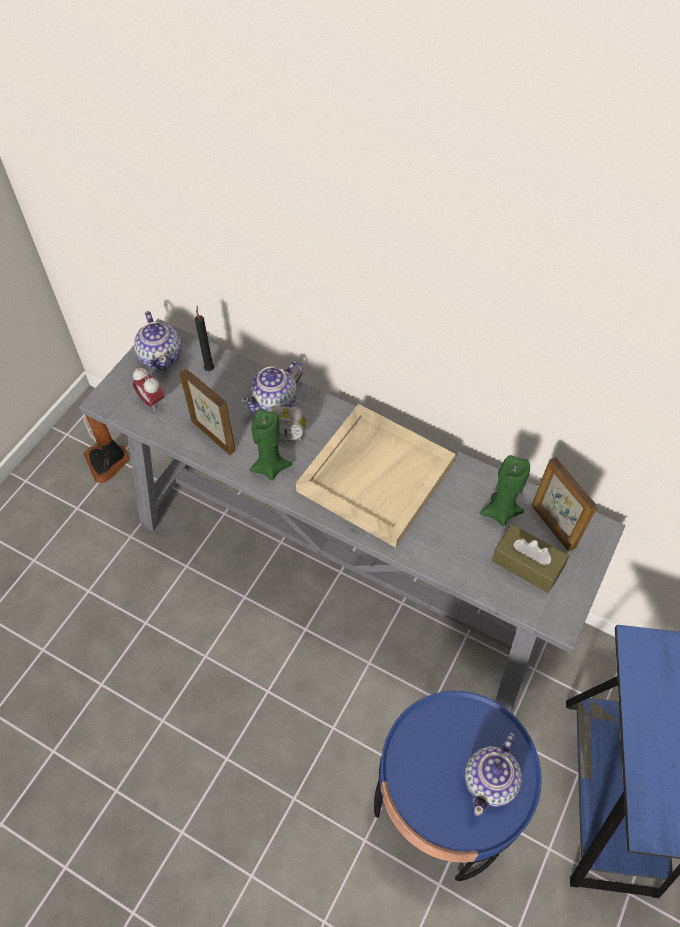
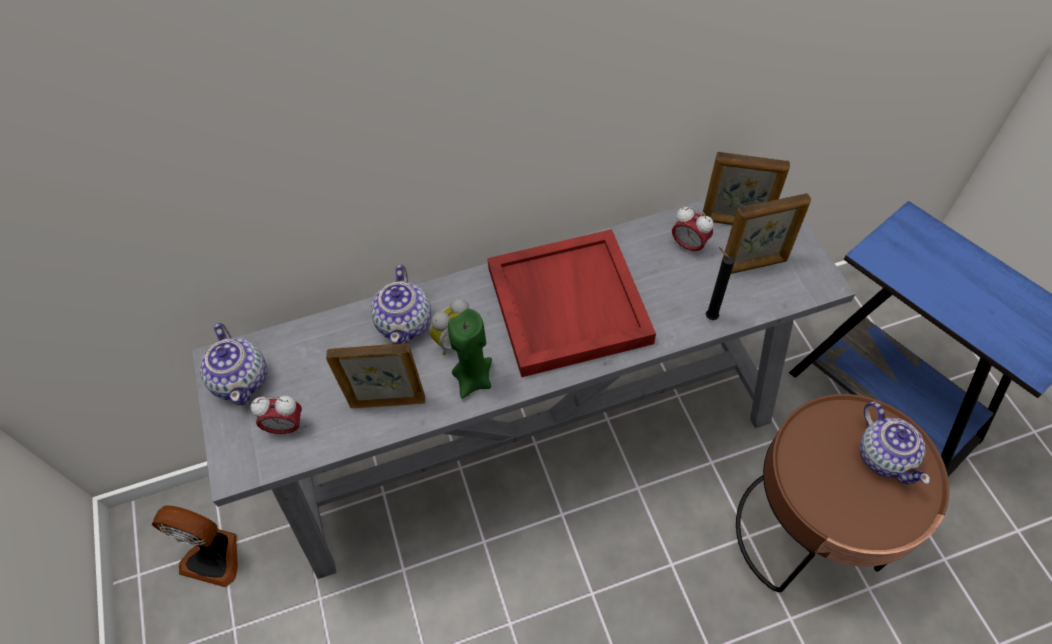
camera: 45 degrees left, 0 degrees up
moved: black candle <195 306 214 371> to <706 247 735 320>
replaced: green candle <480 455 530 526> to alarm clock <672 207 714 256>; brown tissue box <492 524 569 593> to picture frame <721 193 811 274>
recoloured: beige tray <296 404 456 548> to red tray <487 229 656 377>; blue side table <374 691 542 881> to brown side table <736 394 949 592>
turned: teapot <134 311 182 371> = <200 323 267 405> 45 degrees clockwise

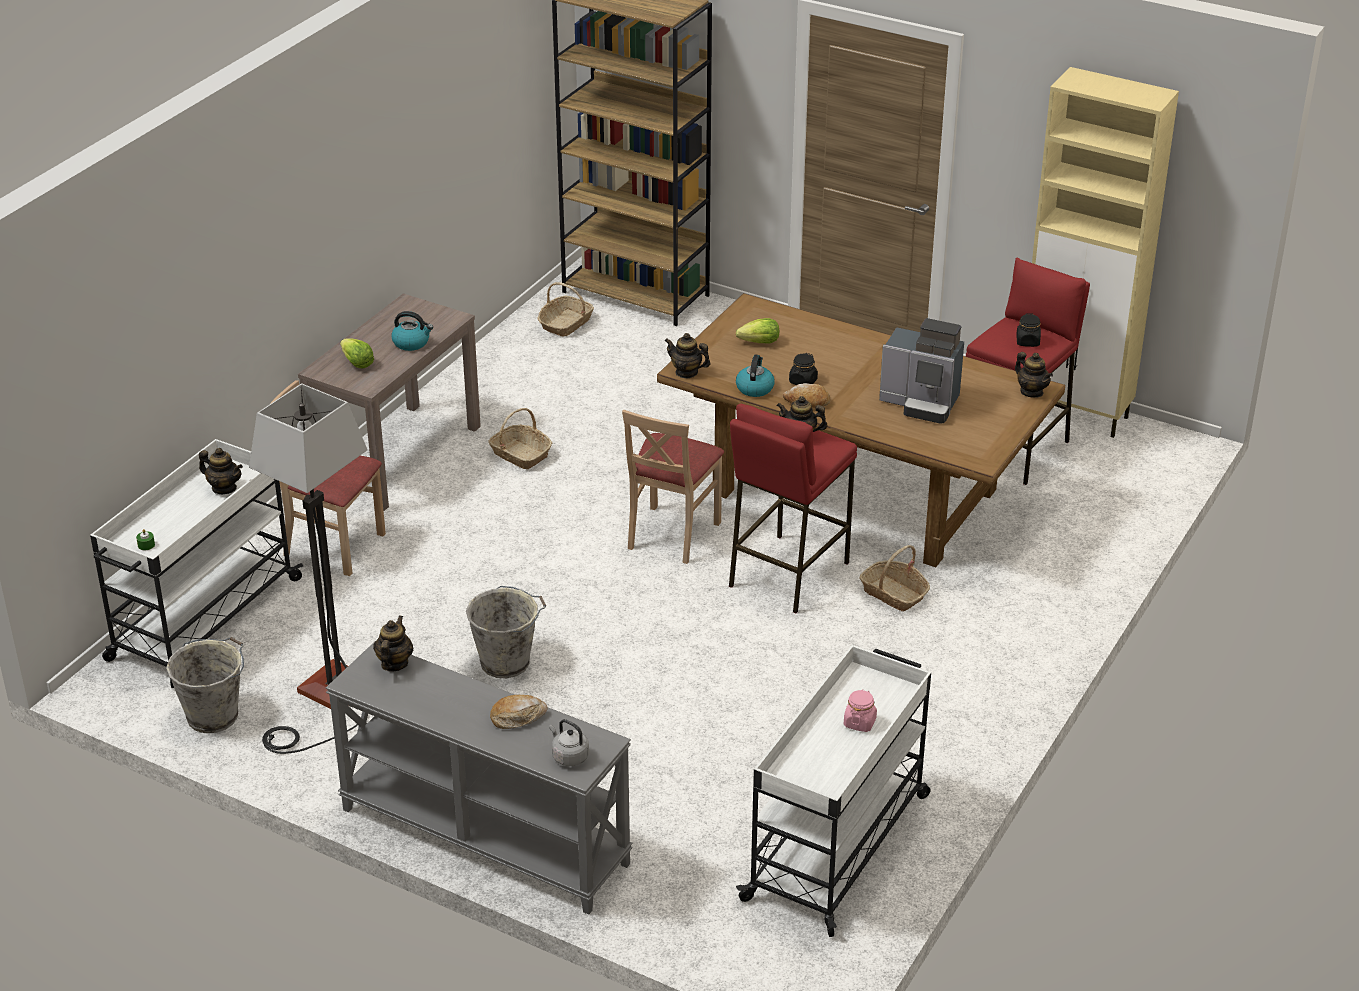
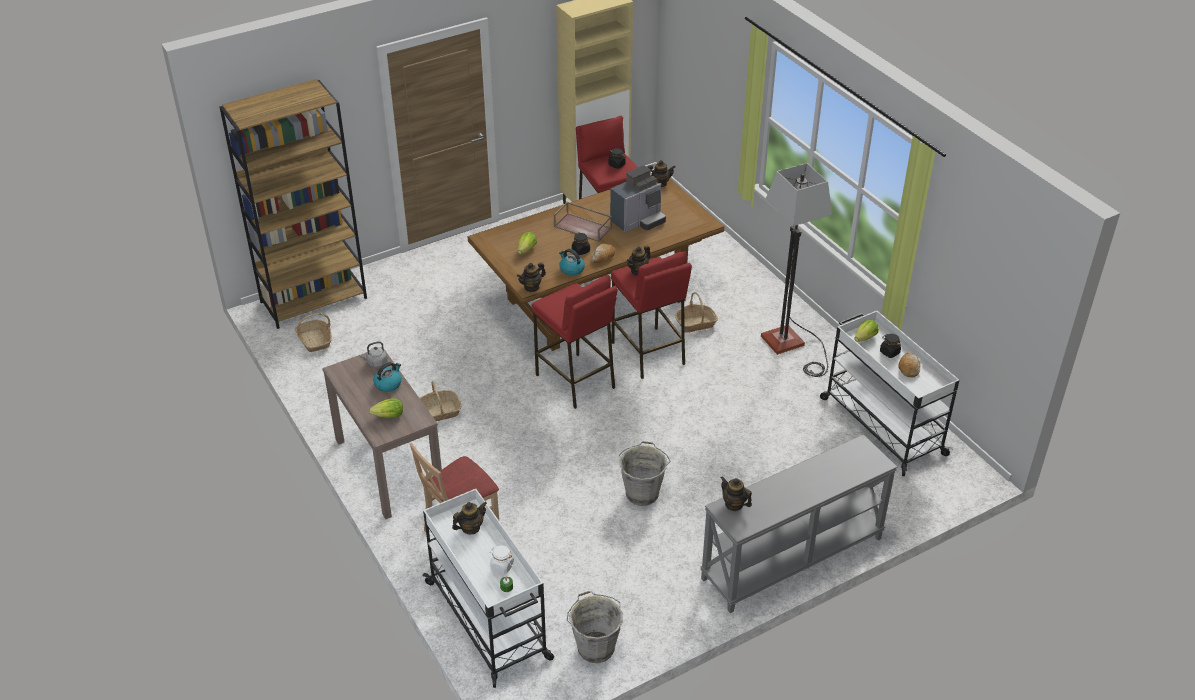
camera: 60 degrees left, 5 degrees up
added: white jar <489 545 514 574>; brown tray <554 202 612 242>; lettuce <854 320 879 342>
moved: grey kettle <549 719 589 766> to <359 341 388 368>; floor lamp <249 383 367 754> to <761 163 832 377>; bread <490 695 548 729> to <898 353 920 377>
replaced: beige chair <622 410 724 564> to red stool <532 275 618 409>
recoloured: pink jar <844 689 877 732> to black jar <880 334 901 358>

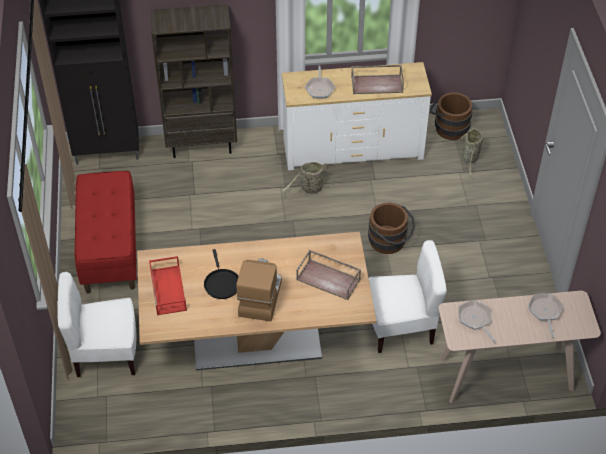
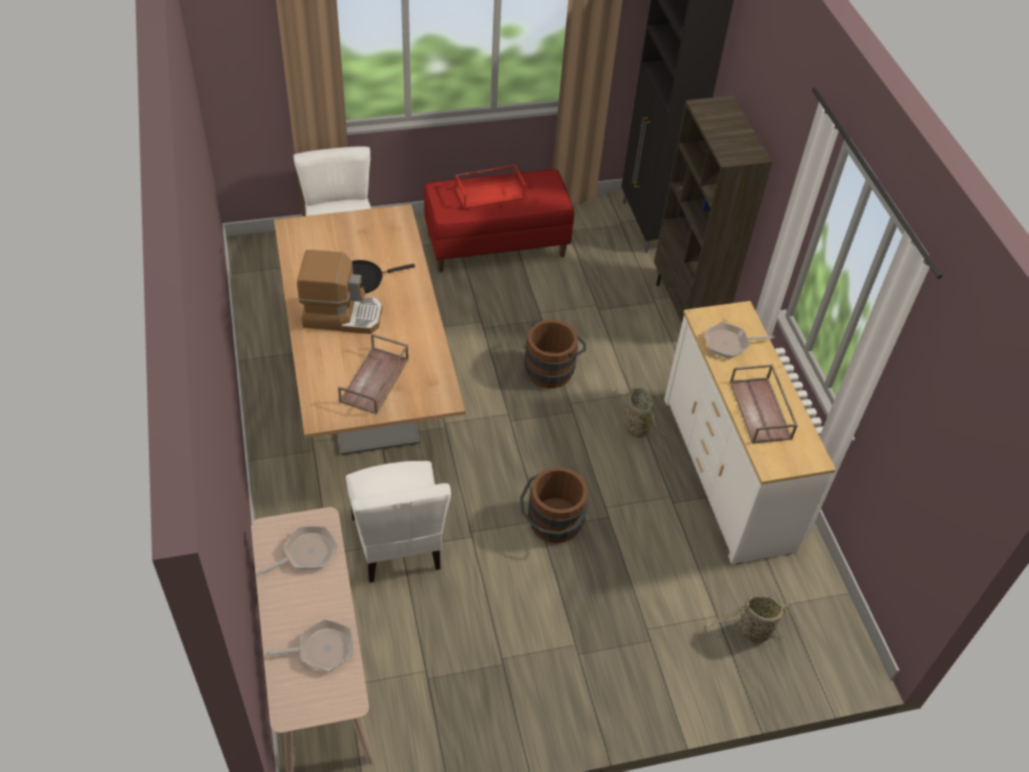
camera: 80 degrees right, 0 degrees up
moved: red tray <149 256 187 316> to <455 165 526 209>; brown bucket <430 92 472 140> to <524 320 586 388>

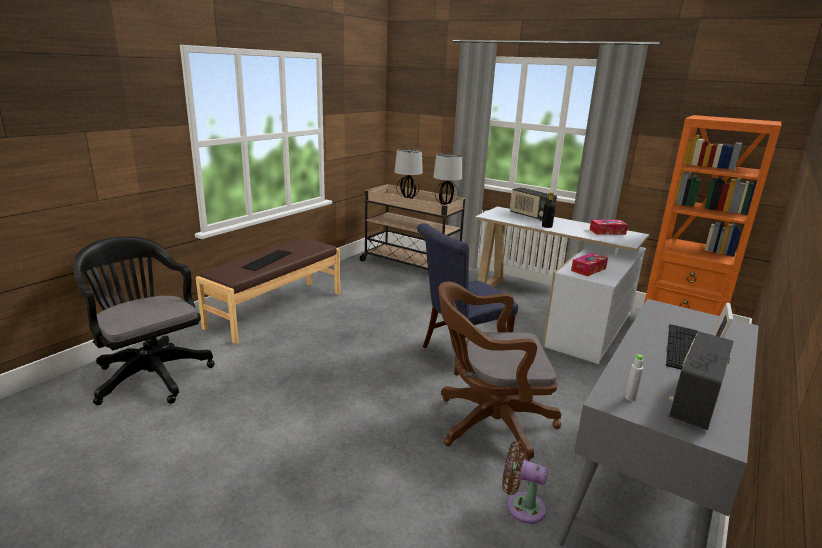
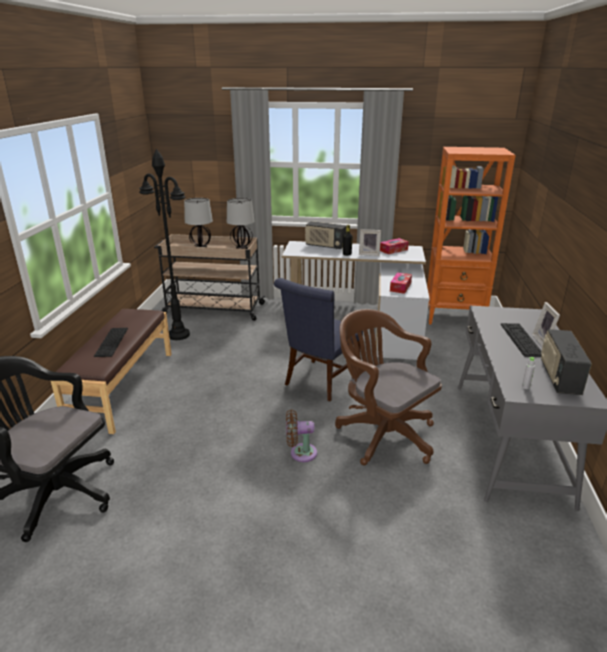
camera: 25 degrees left, 5 degrees up
added: black floor lamp <139 149 190 340>; picture frame <359 229 381 256>
moved: brown fan <502 441 548 524> to <286 409 317 462>
turned: brown office chair <438 282 561 466> = <335 309 442 466> 75 degrees clockwise

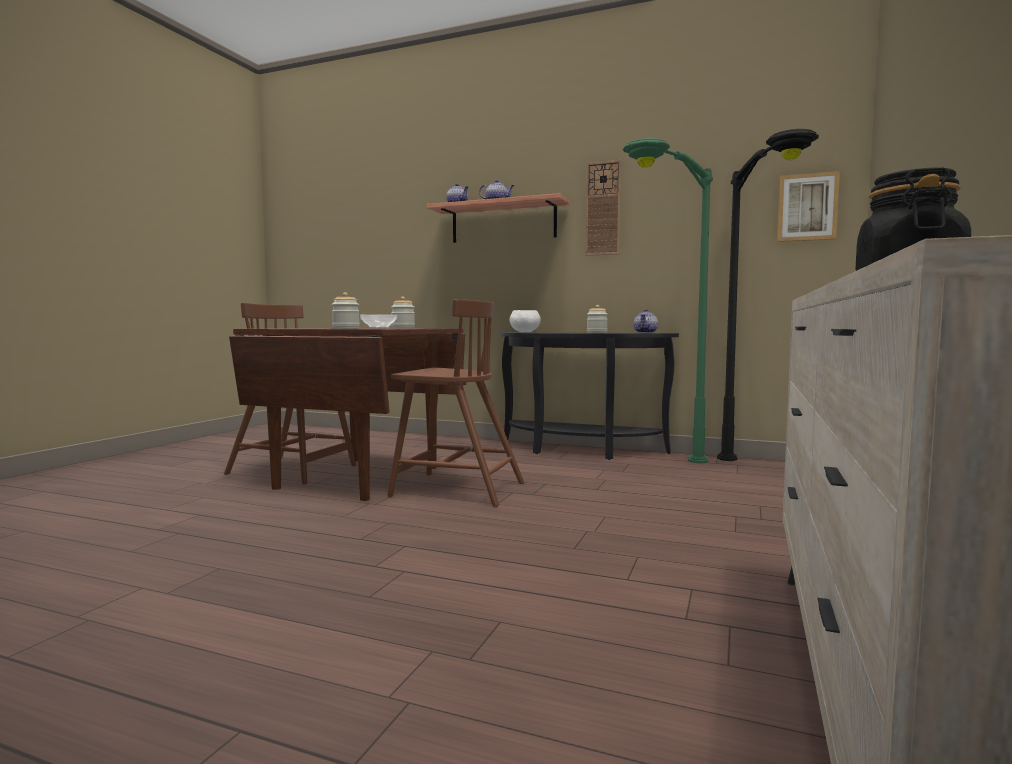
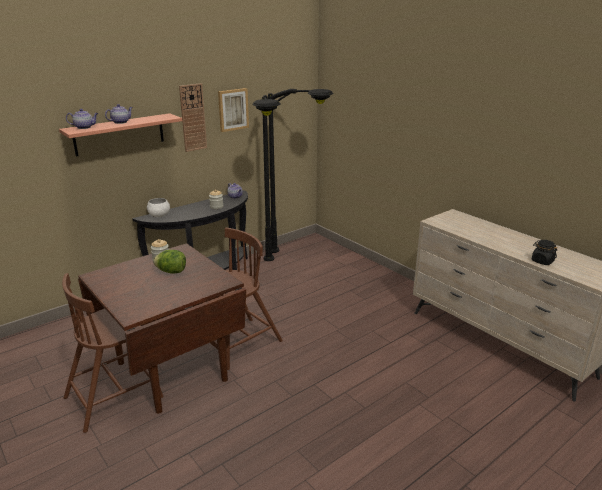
camera: 60 degrees left, 20 degrees up
removed: jar <332 292 360 329>
moved: picture <777 171 840 242> to <218 88 249 132>
replaced: bowl <360 315 397 328> to lettuce <153 250 186 274>
recoloured: green floor lamp <623 138 713 463> to black floor lamp <252 95 281 261>

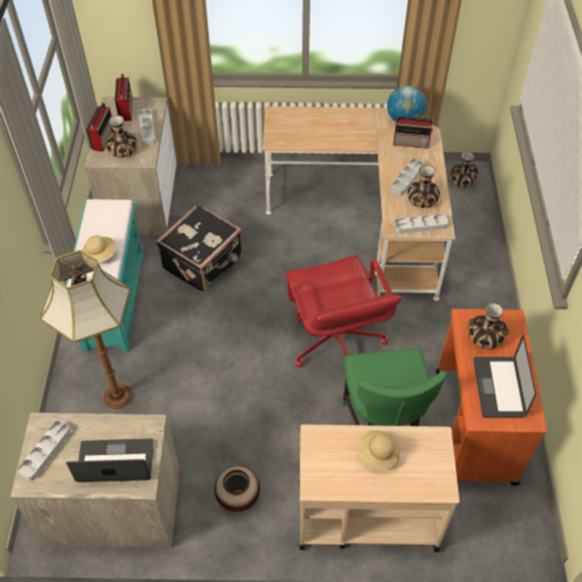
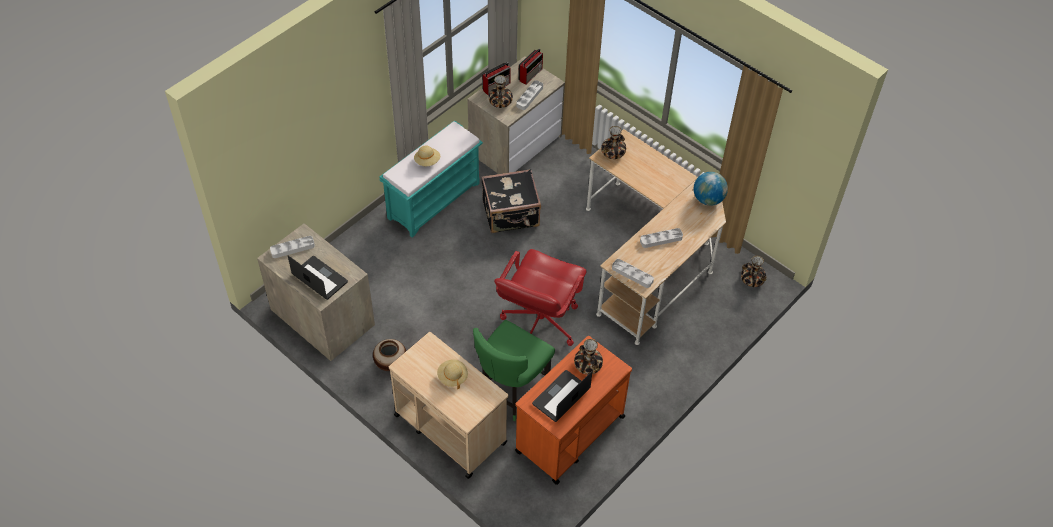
camera: 40 degrees right, 0 degrees up
removed: floor lamp <40 250 132 409>; radio <393 116 433 149>
moved: vase <408 165 440 208> to <601 126 626 159>

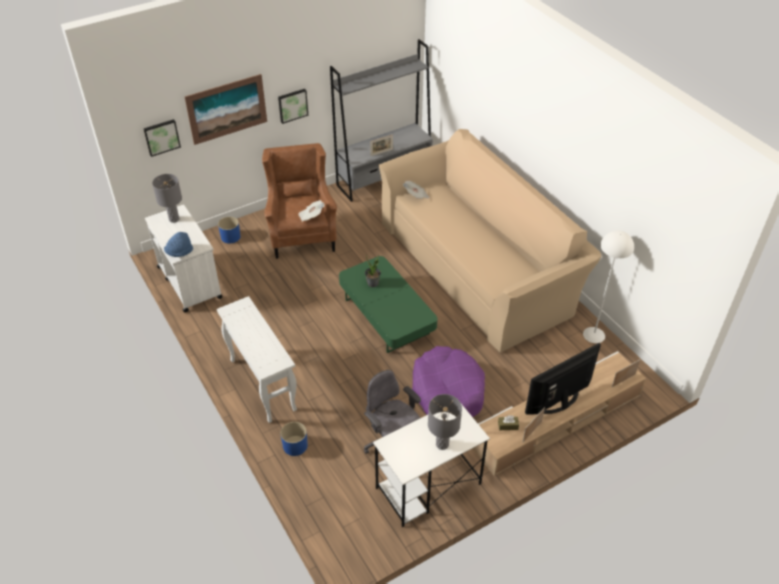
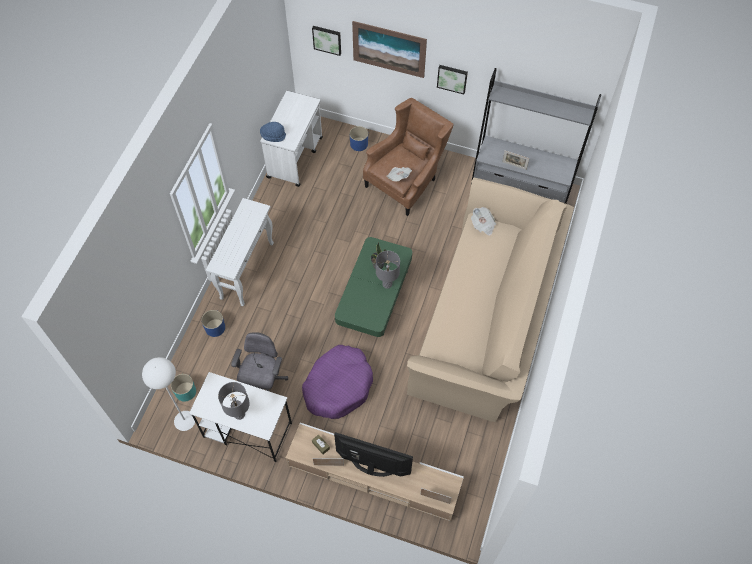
camera: 50 degrees right, 15 degrees up
added: turquoise planter <171 374 196 402>
moved: white floor lamp <583 231 634 343> to <142 357 195 431>; grey table lamp <152 174 182 223> to <376 251 400 289>

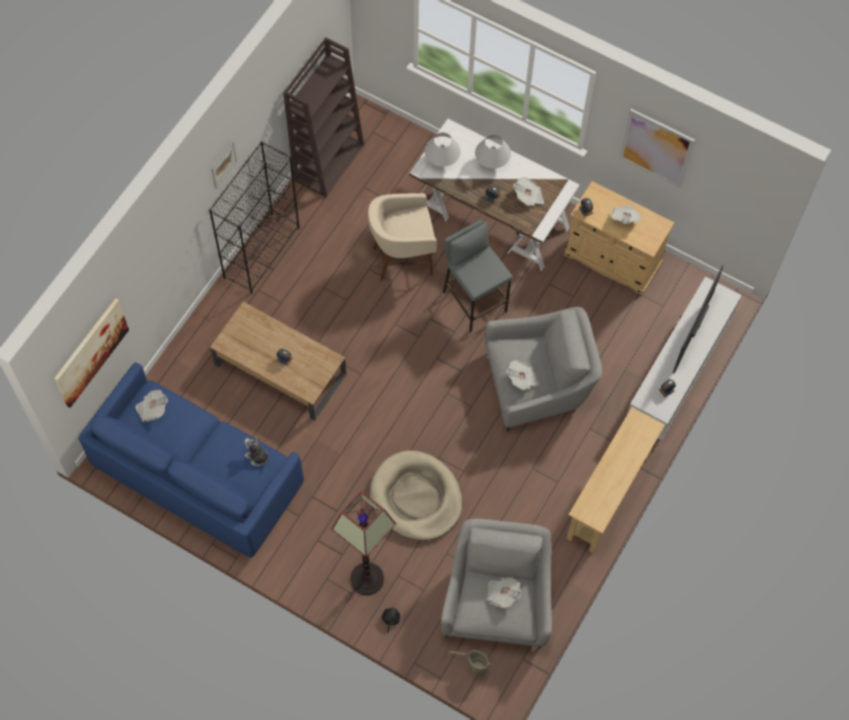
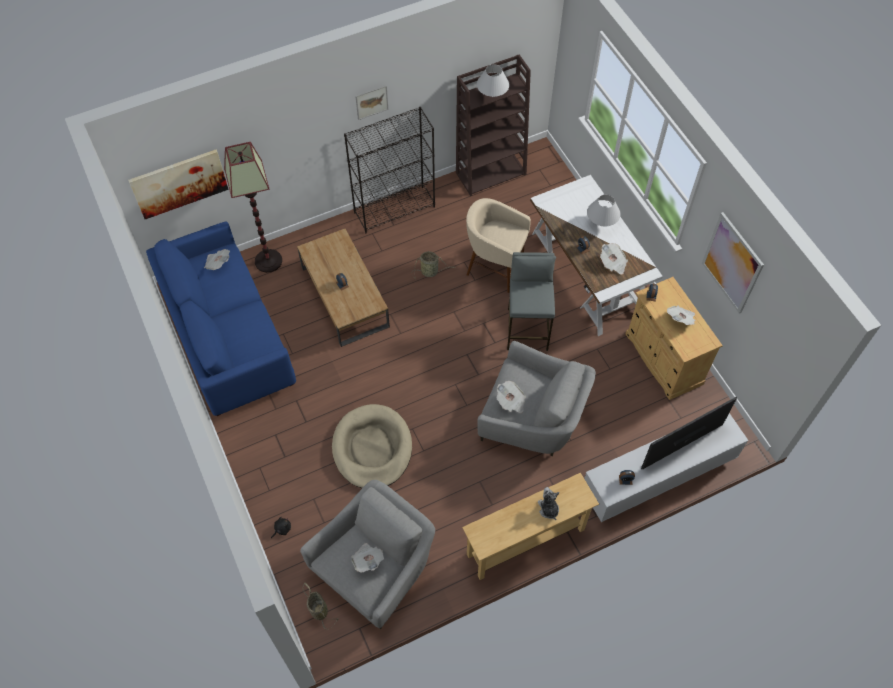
camera: 35 degrees right, 5 degrees down
added: basket <412 251 456 279>
moved: floor lamp <331 491 396 595> to <224 142 282 273>; white table lamp <425 132 460 167> to <477 64 510 98>; plush toy <244 437 270 466> to <538 487 559 520>

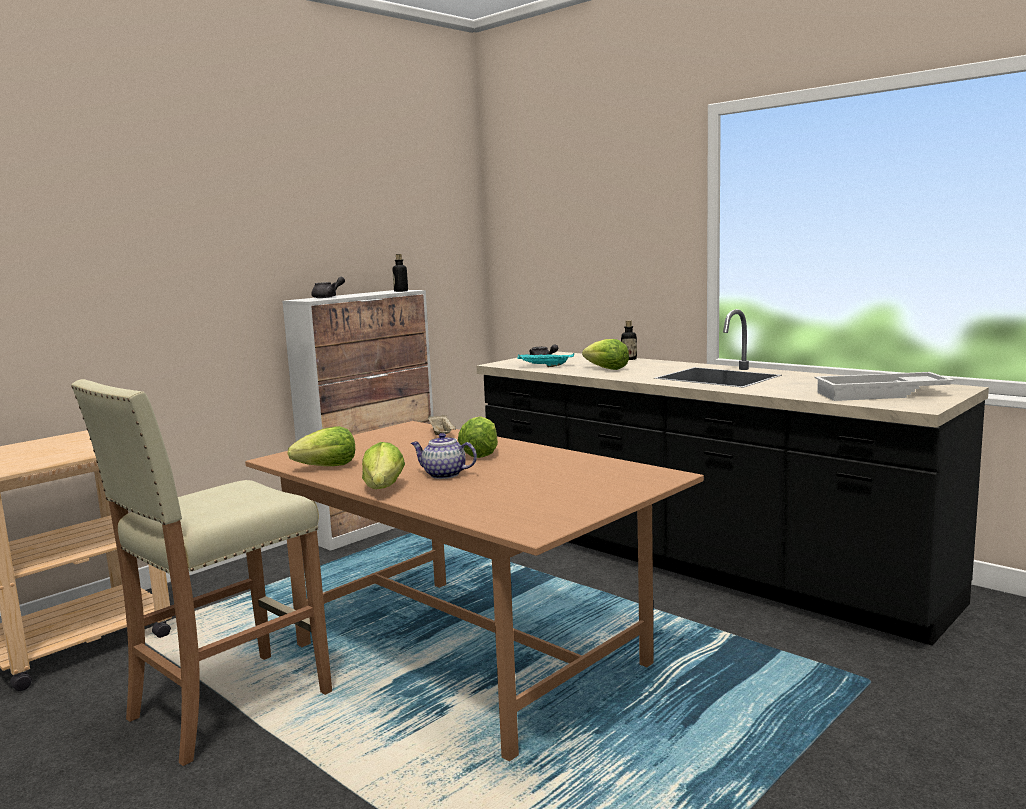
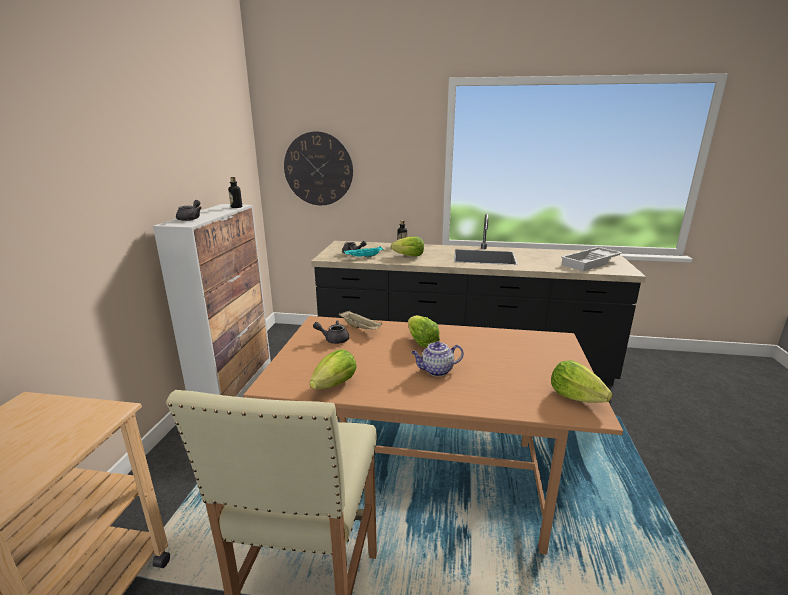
camera: 35 degrees left, 10 degrees up
added: wall clock <284 132 353 205>; grey teapot <313 320 349 344>
moved: lettuce <362 442 405 489> to <551 360 612 403>

